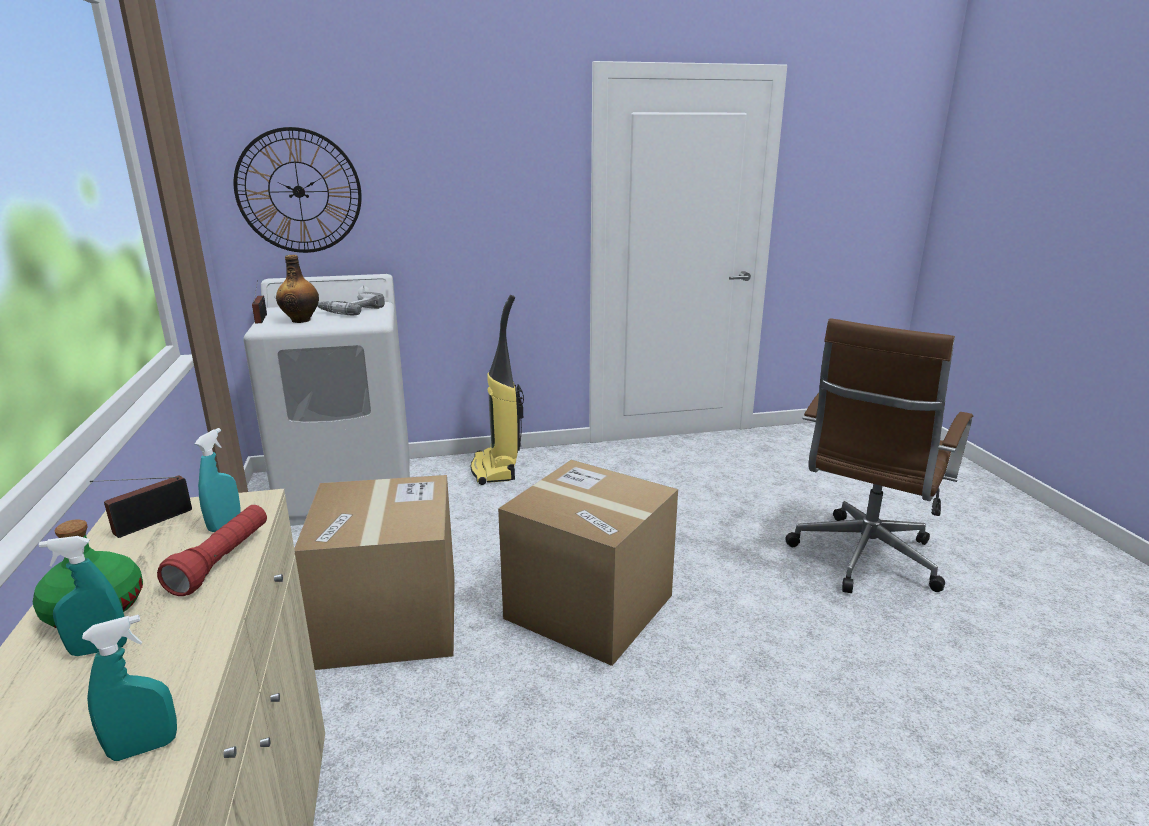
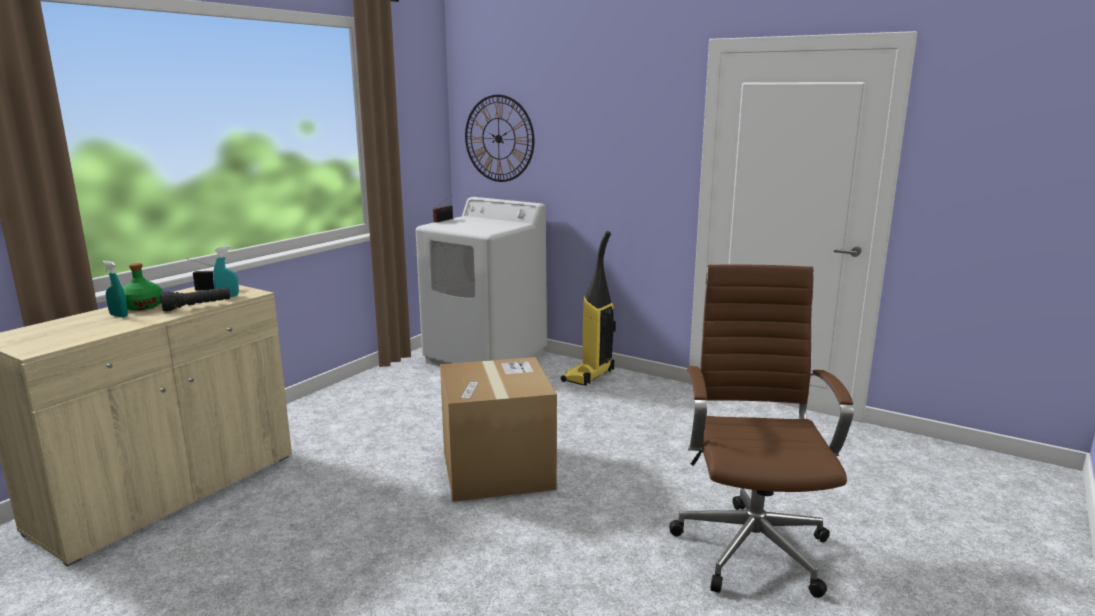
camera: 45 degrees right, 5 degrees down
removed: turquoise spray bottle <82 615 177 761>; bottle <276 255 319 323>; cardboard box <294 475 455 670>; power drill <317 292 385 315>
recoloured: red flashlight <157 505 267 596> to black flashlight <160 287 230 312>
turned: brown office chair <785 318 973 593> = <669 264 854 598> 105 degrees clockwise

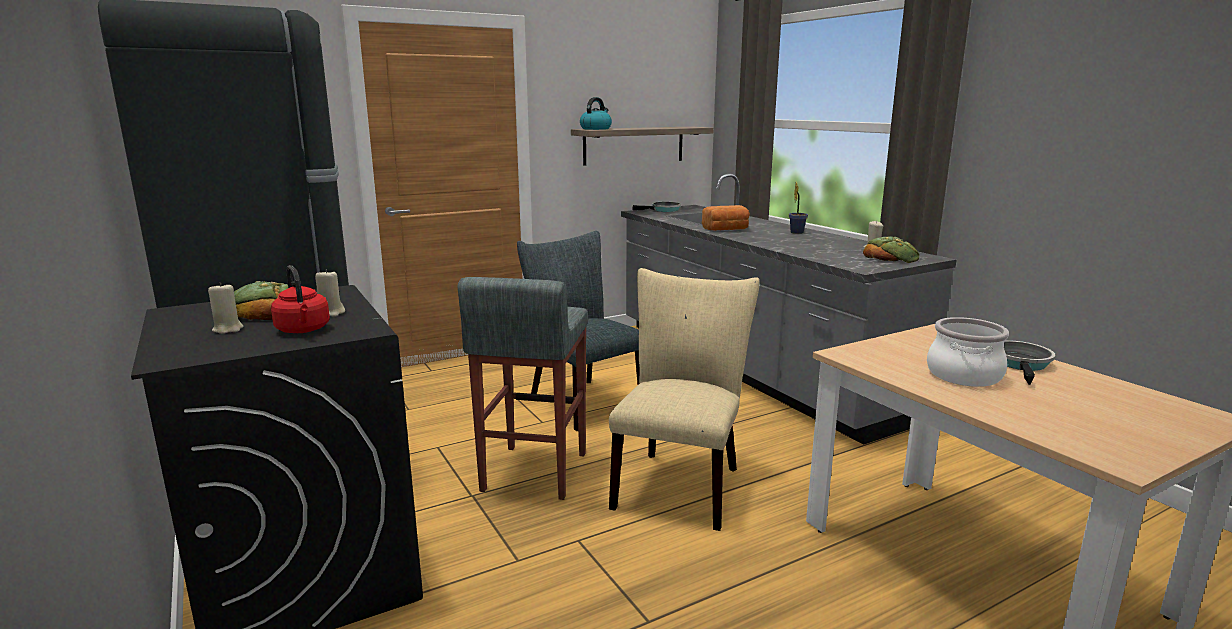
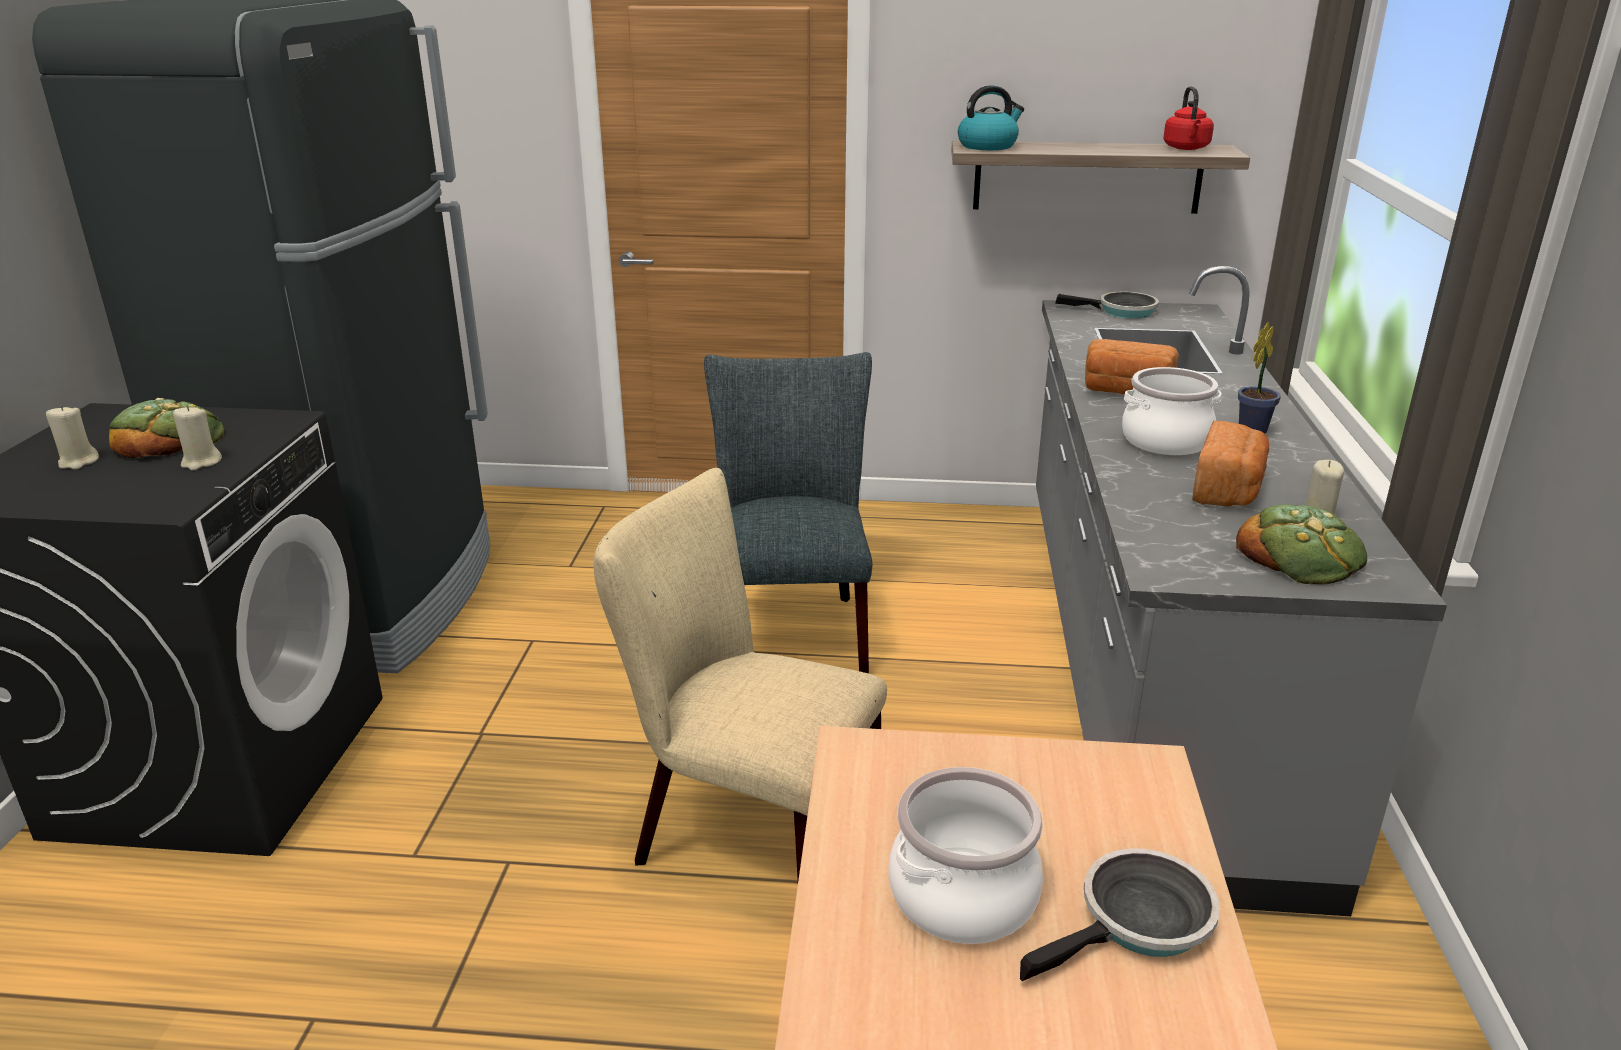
camera: 35 degrees right, 10 degrees up
removed: grey stool <458 277 588 500>
added: cooking pot <1122 367 1222 455>; bread <1192 421 1269 507>
moved: red kettle <271 265 330 333> to <1163 86 1214 150>
turned: beige chair <609 268 759 531> = <594 468 887 880> 120 degrees counterclockwise

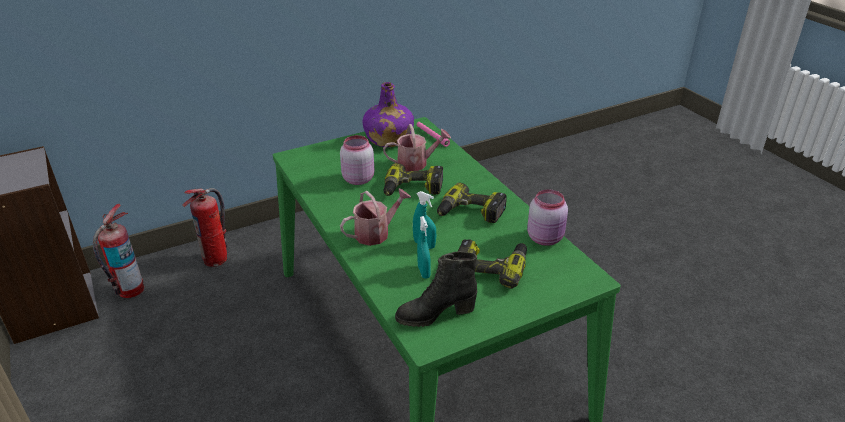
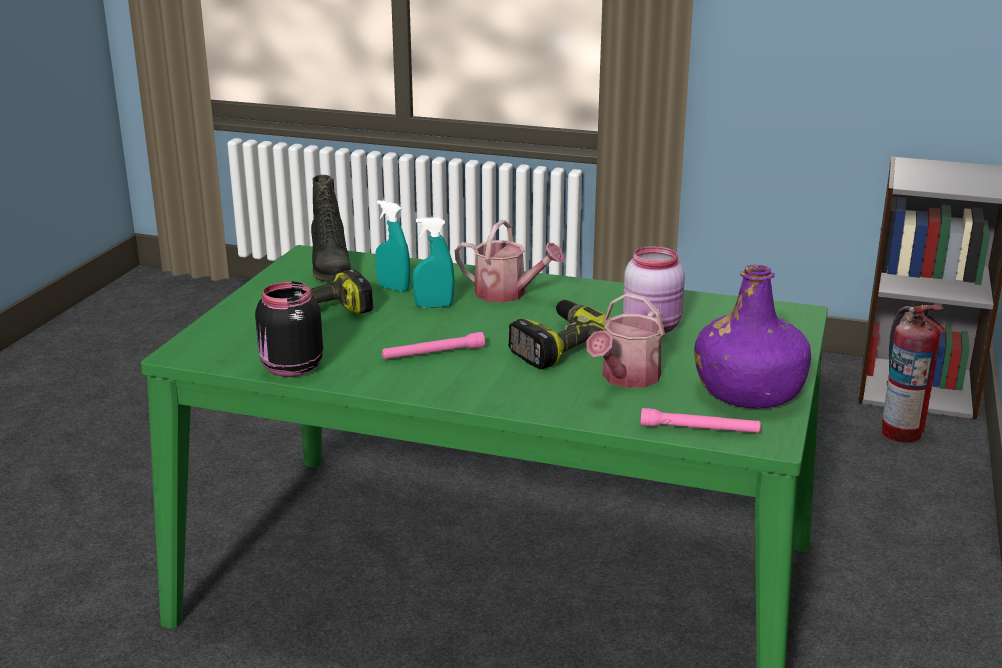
camera: 135 degrees right, 10 degrees down
removed: fire extinguisher <182 188 227 267>
replaced: power drill <437 183 507 223> to pink flashlight <382 332 485 359>
recoloured: pink jar <527 189 568 246> to black jar <255 281 323 377>
turned: black boot <395 251 477 327> = <311 175 352 282> 135 degrees clockwise; watering can <340 188 411 246> = <455 220 565 303> 75 degrees counterclockwise

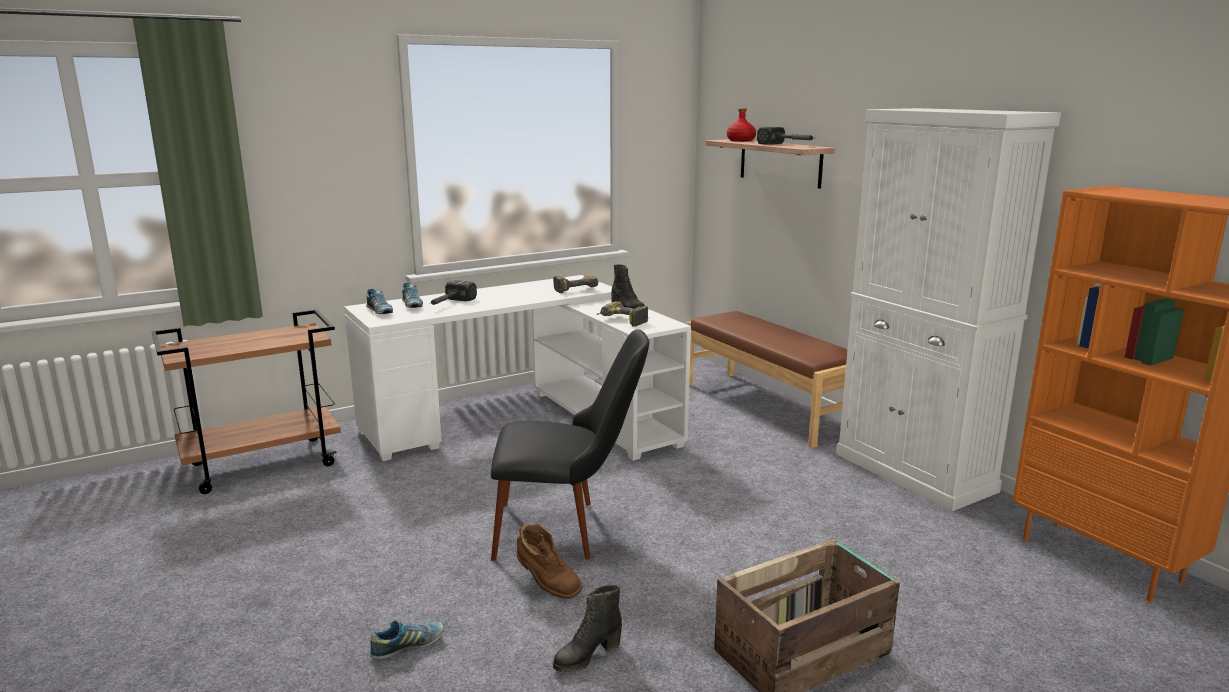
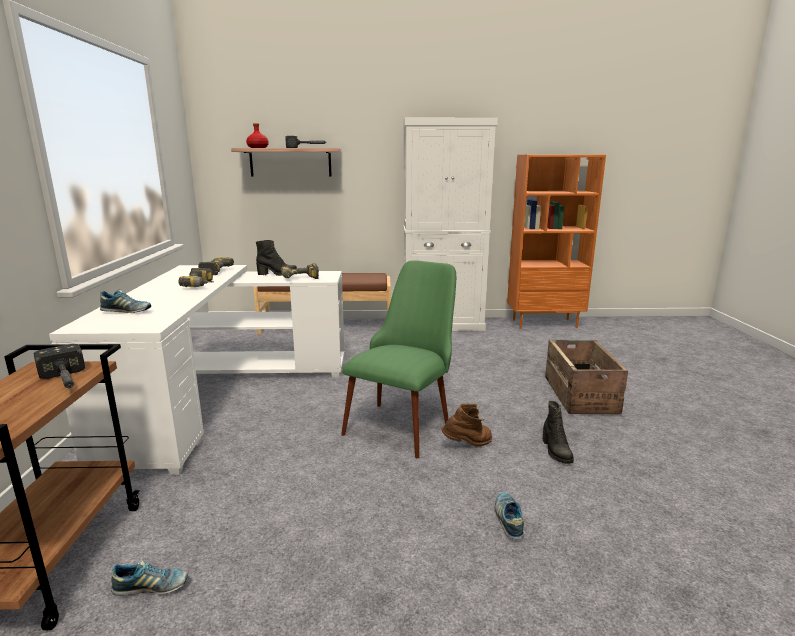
camera: 60 degrees left, 0 degrees up
added: power drill <178 268 213 287>
moved: hammer <430 280 477 305> to <33 344 85 388>; shoe <366 289 393 314> to <111 559 188 596>
recoloured: black chair <491 329 649 561> to green chair <341 260 456 458>

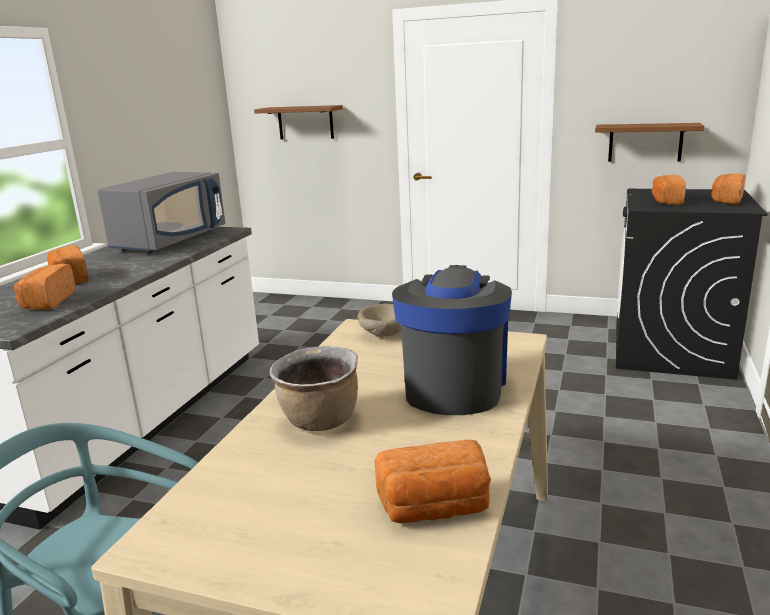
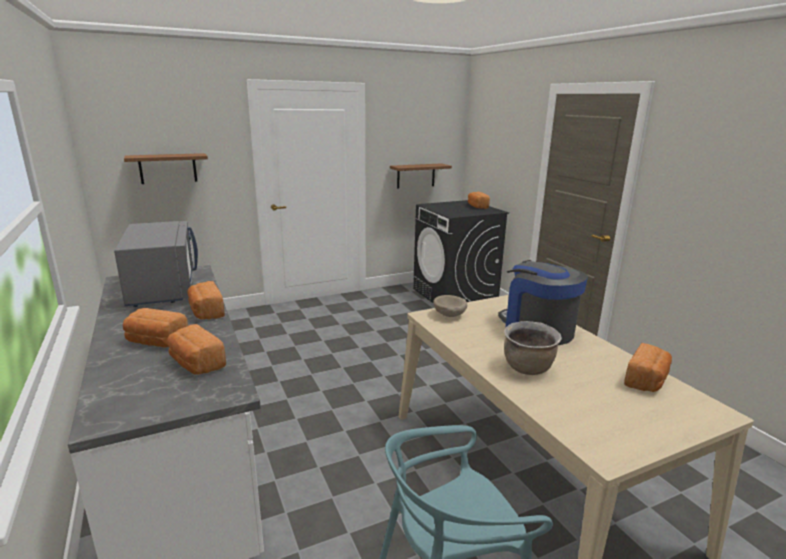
camera: 45 degrees left, 0 degrees up
moved: bread <652 174 686 205> to <188 281 225 319>

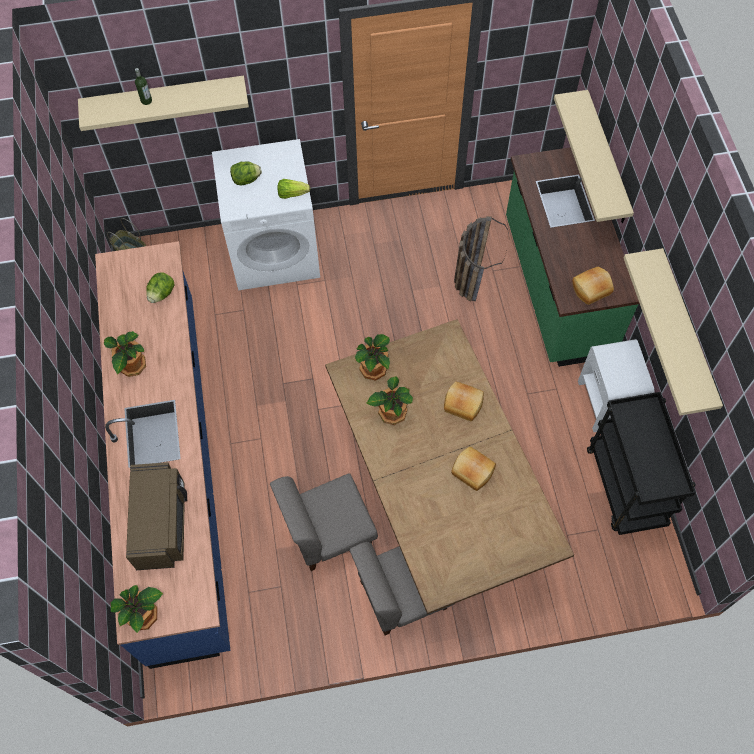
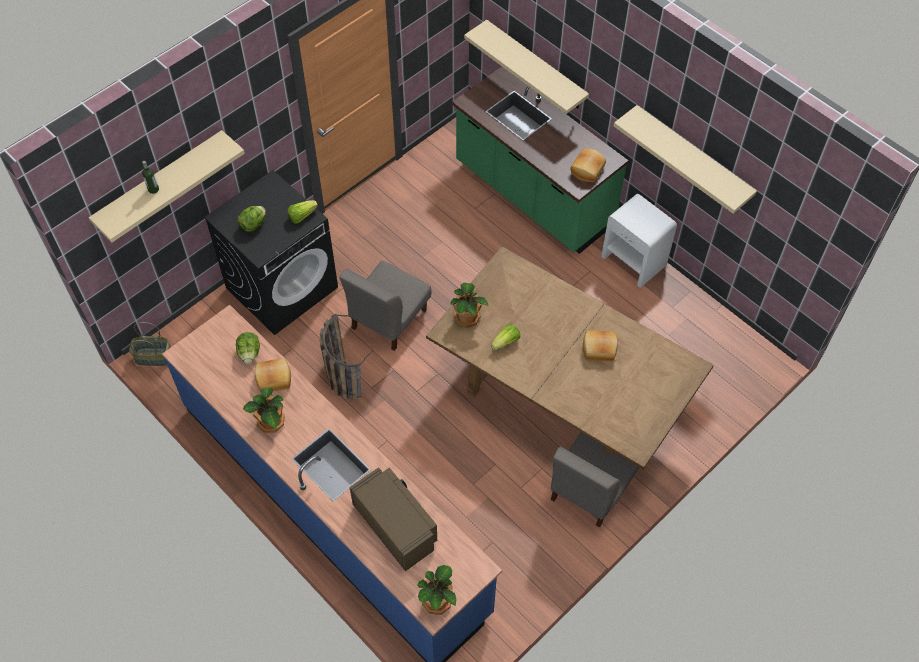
camera: 35 degrees left, 5 degrees down
removed: black cart <587 392 696 535>
moved: bread <444 382 484 421> to <255 359 291 392>; basket <454 216 509 301> to <319 314 373 400>; grey chair <270 473 378 571> to <339 261 432 351>
replaced: potted plant <367 376 413 425> to lettuce <491 324 520 350>
recoloured: white washing machine <212 139 320 290> to black washing machine <204 170 338 335>

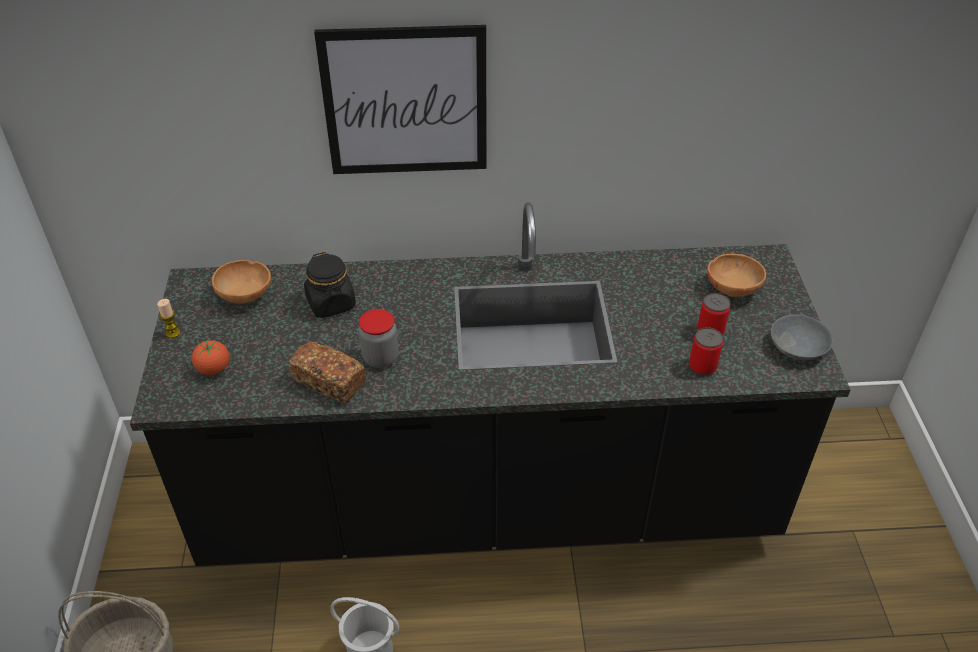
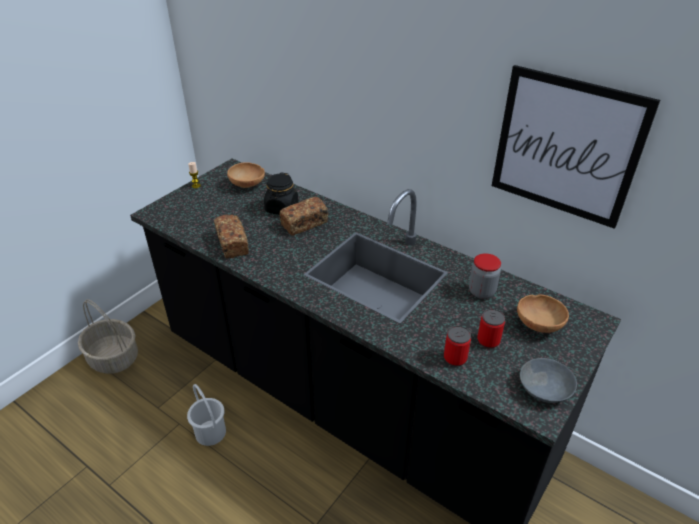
camera: 40 degrees right, 5 degrees down
removed: tomato <192 340 229 375>
added: bread <280 197 328 236>
moved: jar <359 309 398 368> to <469 253 501 299>; picture <314 25 486 174> to <492 65 660 229>

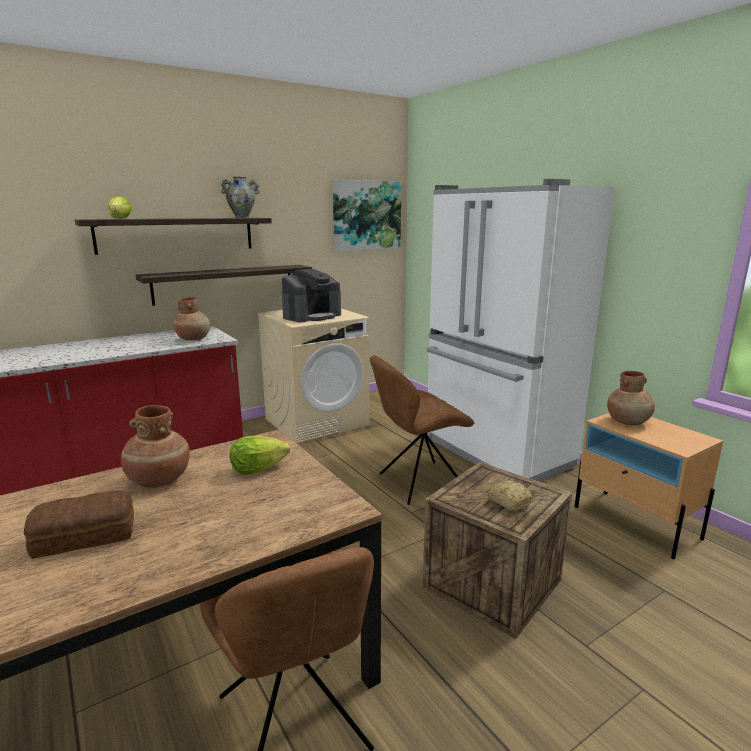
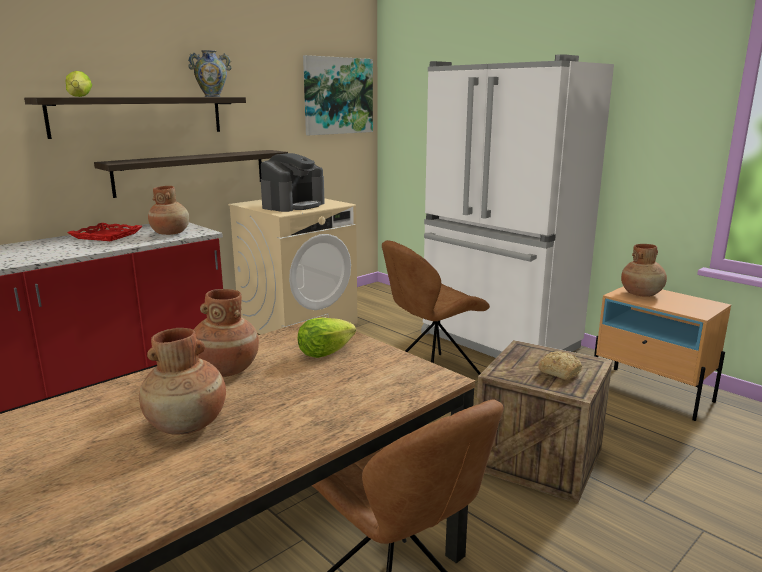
camera: 10 degrees left, 0 degrees up
added: red tray <68 223 143 241>
replaced: bread <24 491 134 559> to brown vase <139 328 226 434>

